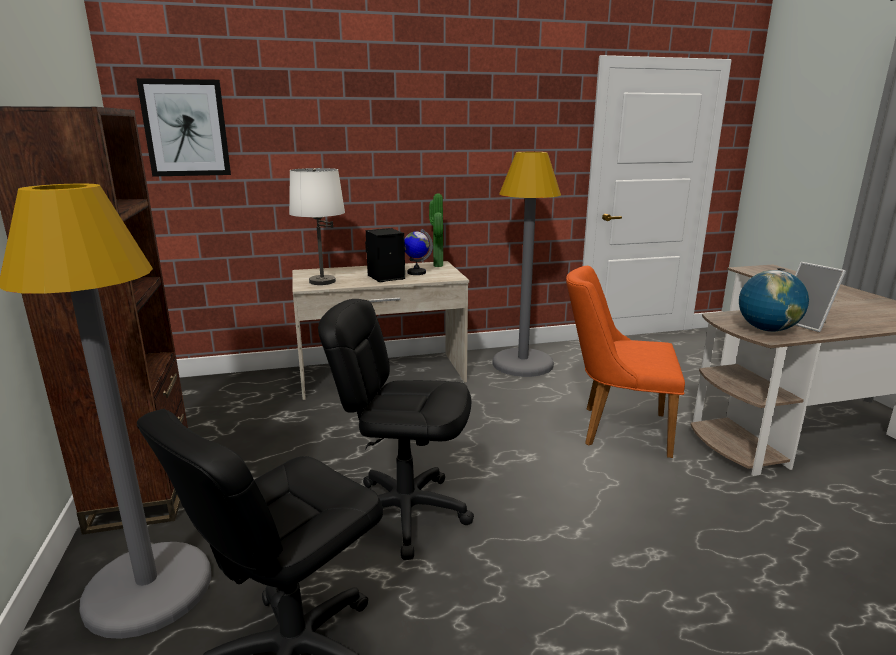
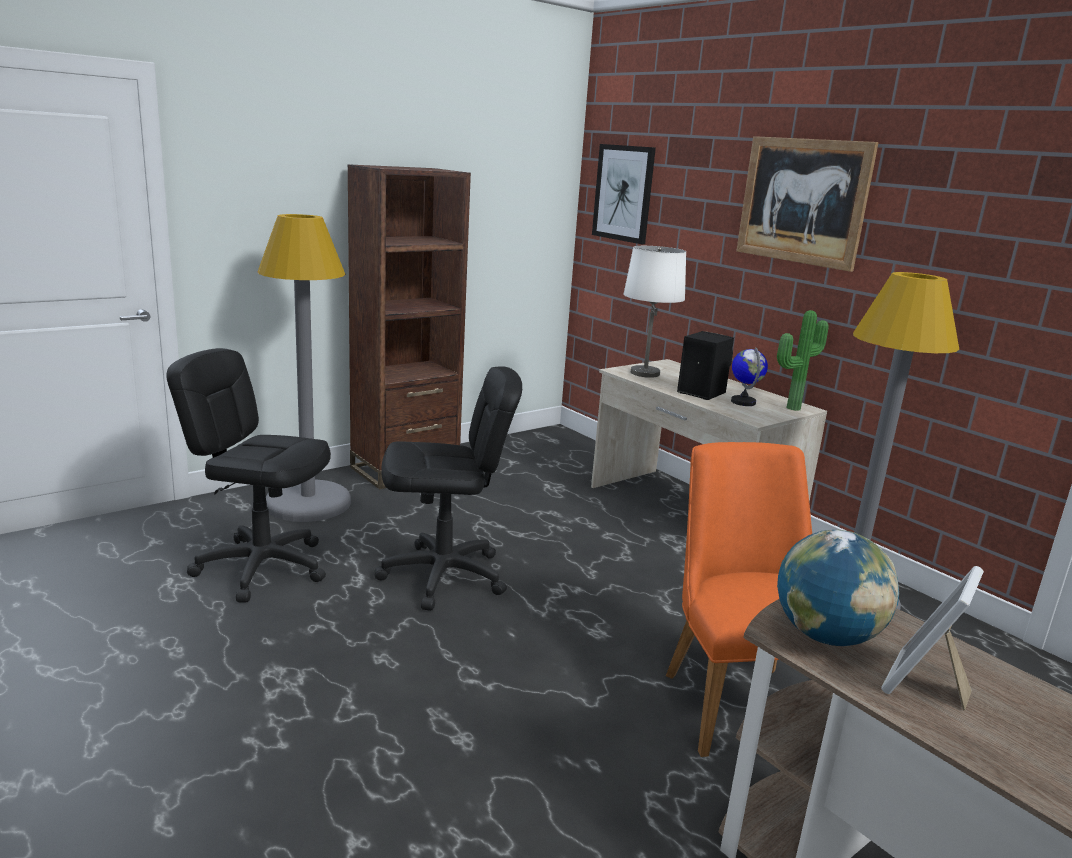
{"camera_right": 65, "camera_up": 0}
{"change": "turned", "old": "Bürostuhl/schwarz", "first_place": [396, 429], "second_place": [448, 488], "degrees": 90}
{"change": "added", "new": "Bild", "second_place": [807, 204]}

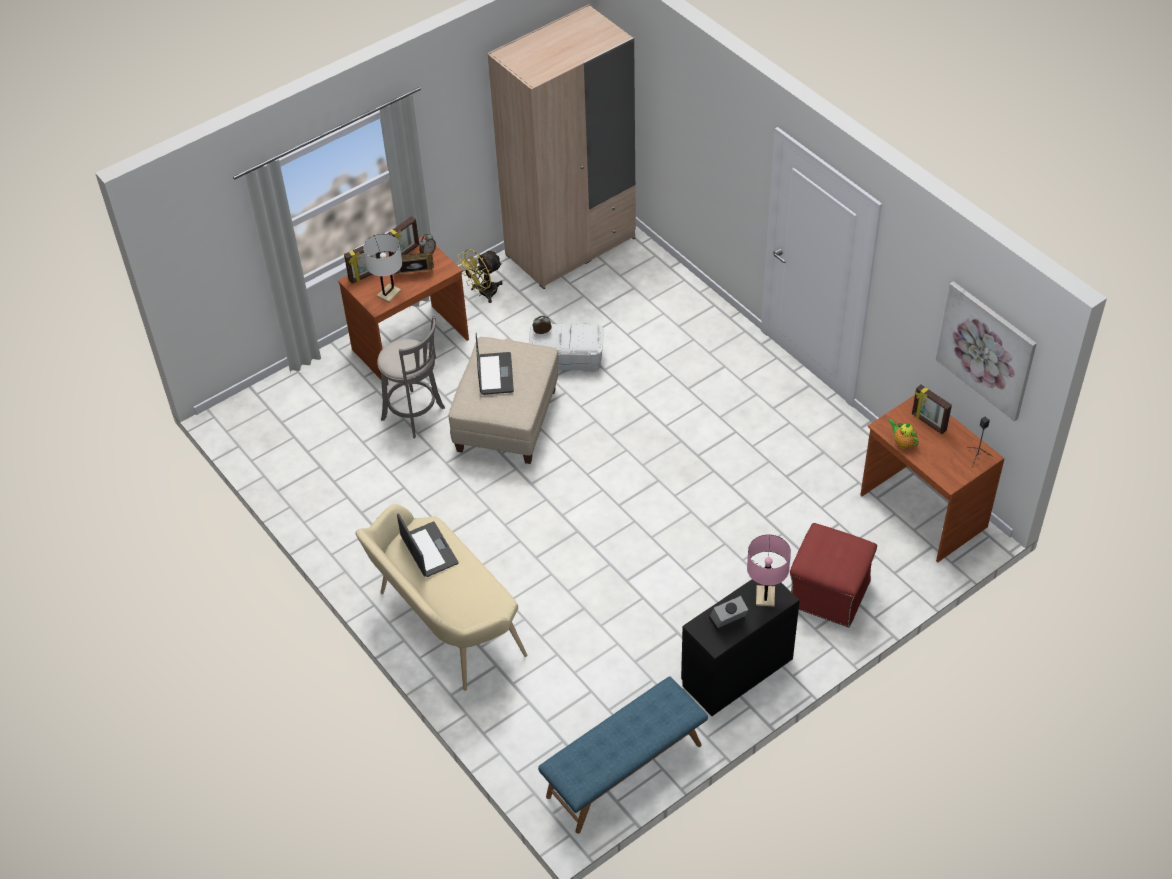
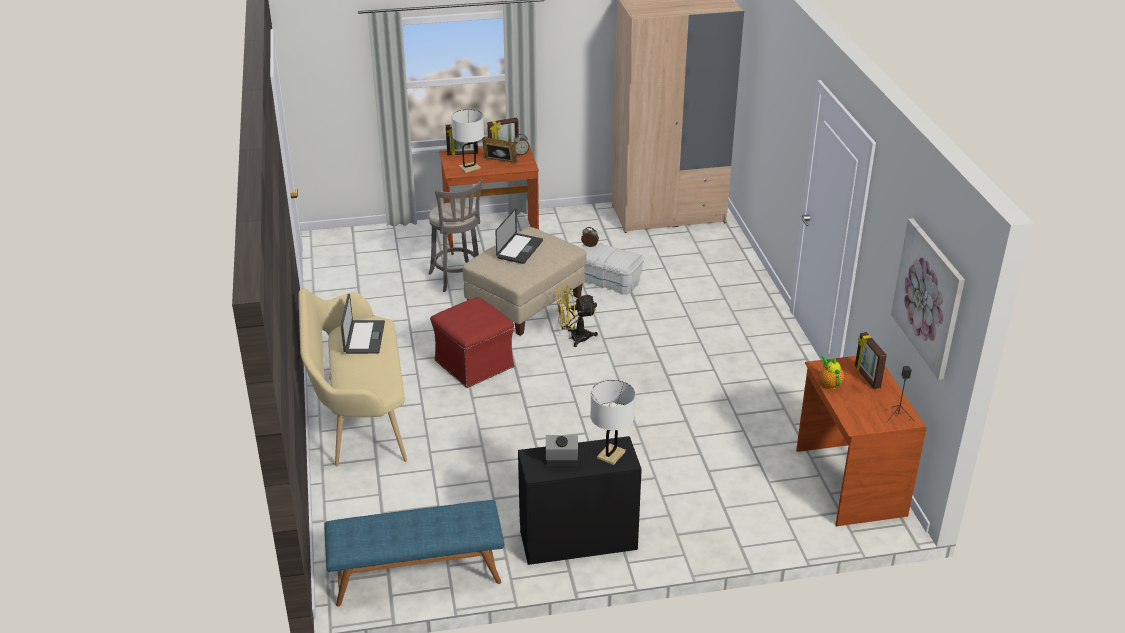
{"camera_right": 25, "camera_up": -15}
{"change": "moved", "old": "Polsterhocker/rot", "first_place": [833, 575], "second_place": [472, 342]}
{"change": "moved", "old": "Ventilator/gelb", "first_place": [480, 276], "second_place": [577, 316]}
{"change": "recoloured", "old": "Tischlampe/rosa", "new": "Tischlampe/weiß", "first_place": [769, 571], "second_place": [612, 422]}

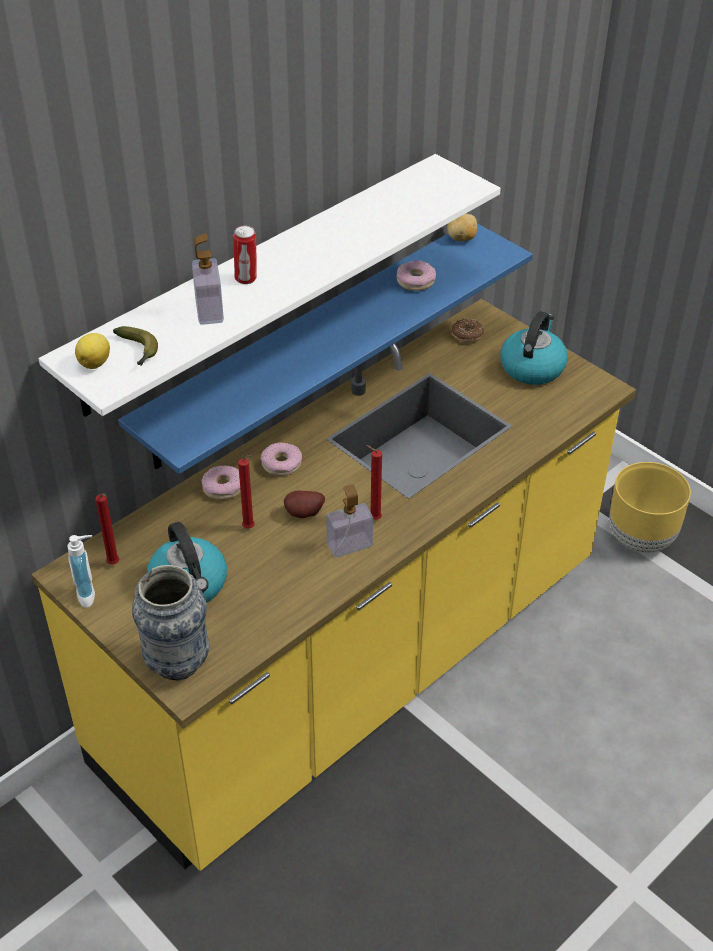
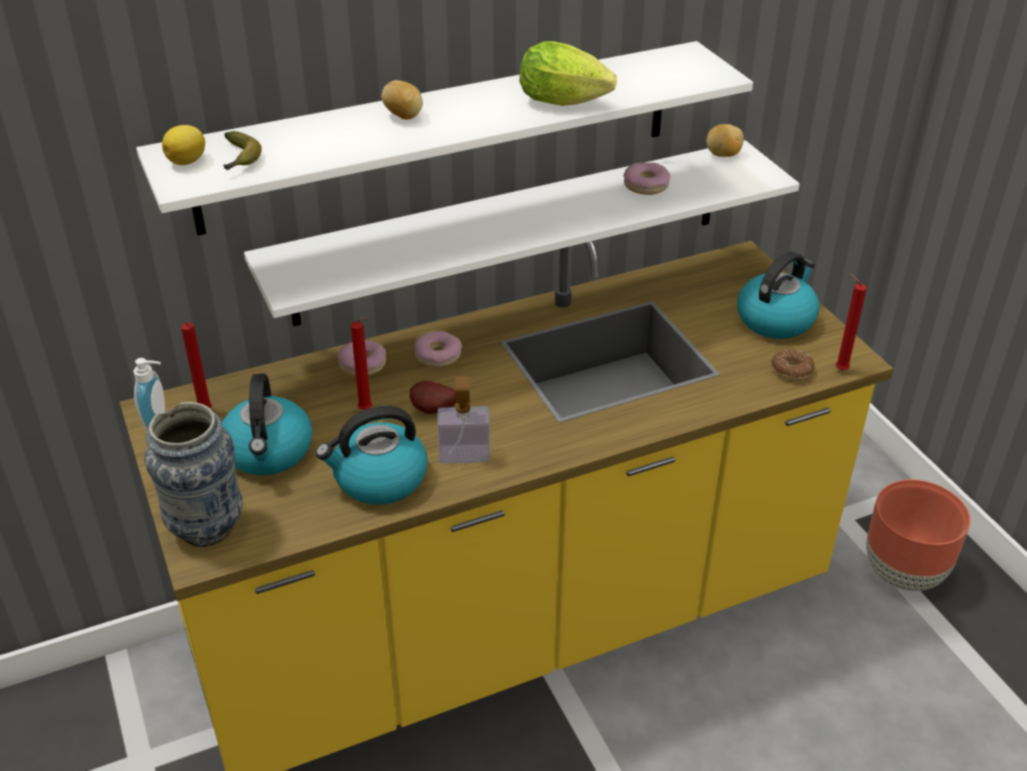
{"camera_right": 20, "camera_up": -5}
{"change": "recoloured", "old": "Wandregal/blau", "new": "Wandregal/weiß", "first_place": [325, 348], "second_place": [522, 233]}
{"change": "added", "new": "Wasserkessel", "second_place": [372, 455]}
{"change": "replaced", "old": "Dose", "new": "Kartoffel", "first_place": [245, 254], "second_place": [402, 100]}
{"change": "added", "new": "Salatkopf", "second_place": [568, 73]}
{"change": "moved", "old": "Donut", "first_place": [468, 330], "second_place": [793, 364]}
{"change": "moved", "old": "Kerze/rot", "first_place": [374, 482], "second_place": [851, 322]}
{"change": "recoloured", "old": "Pflanzkübel/gelb", "new": "Pflanzkübel/braun", "first_place": [650, 507], "second_place": [918, 535]}
{"change": "removed", "old": "Seifenspender", "first_place": [208, 279]}

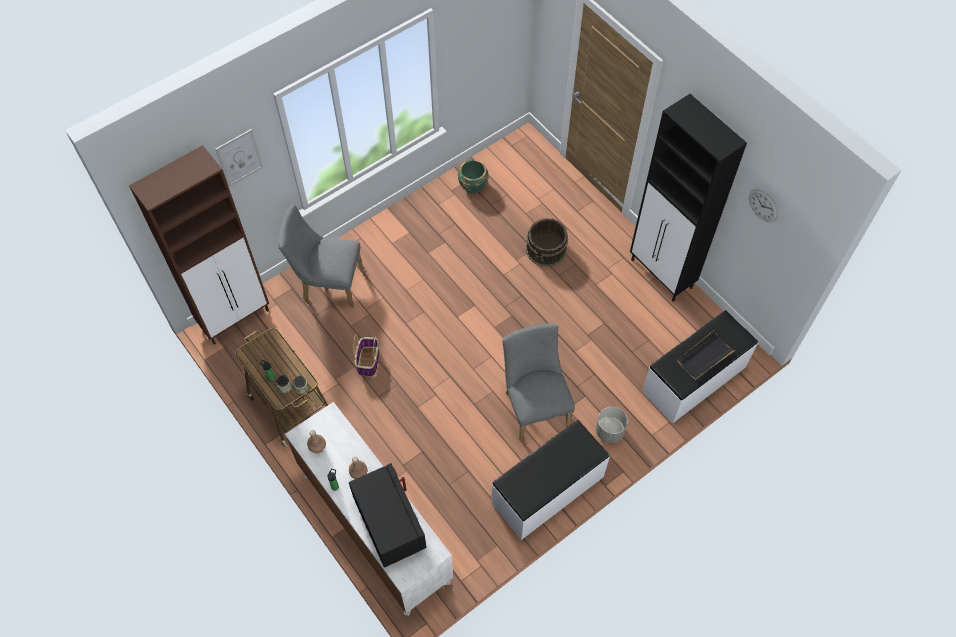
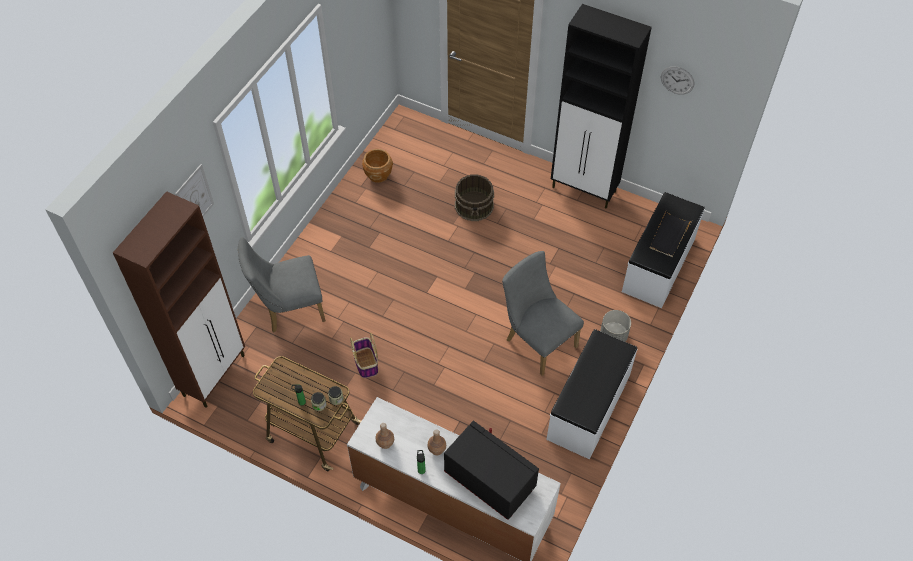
{"camera_right": -25, "camera_up": -5}
{"change": "recoloured", "old": "Pflanzkübel/grün", "new": "Pflanzkübel/braun", "first_place": [473, 176], "second_place": [377, 166]}

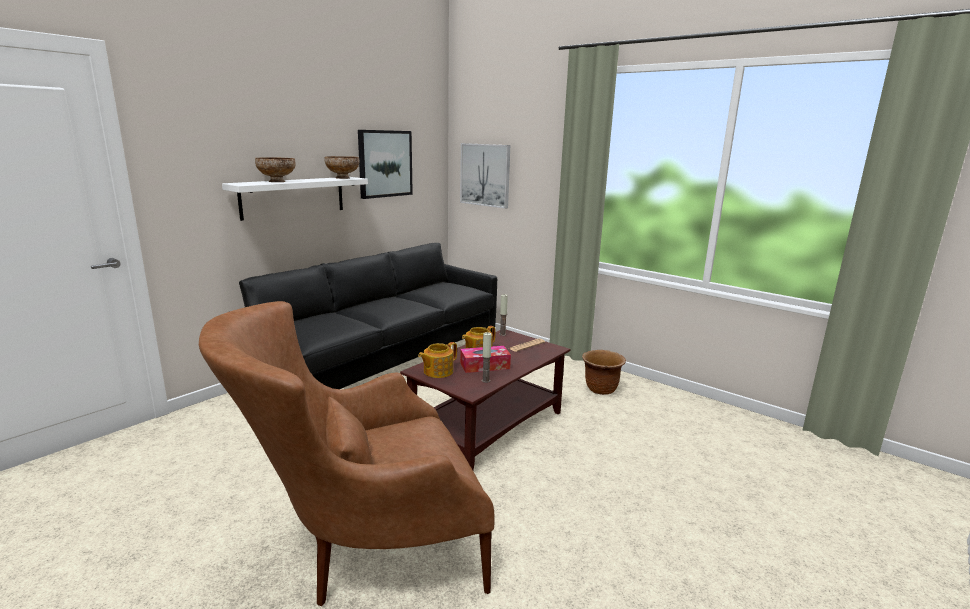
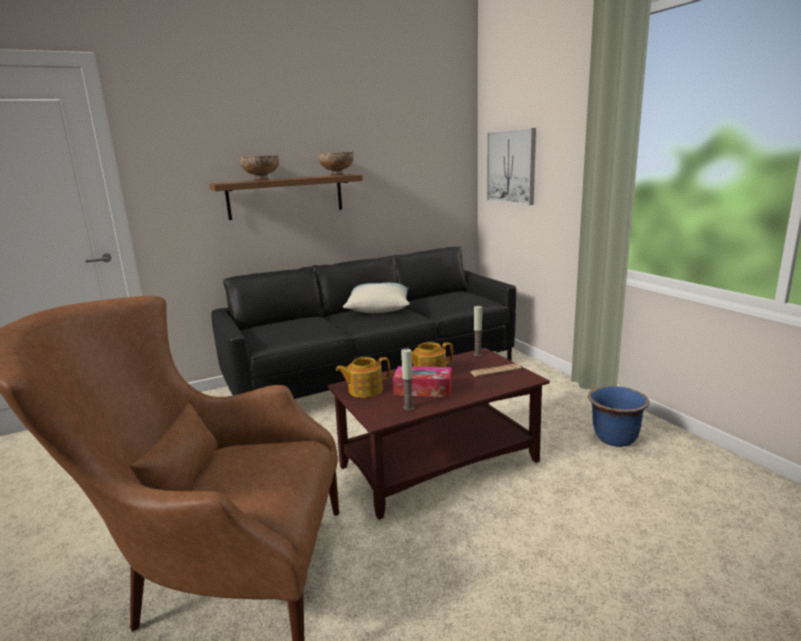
{"camera_right": 25, "camera_up": 0}
{"change": "recoloured", "old": "Wandregal/weiß", "new": "Wandregal/braun", "first_place": [295, 199], "second_place": [286, 197]}
{"change": "added", "new": "Kissen", "second_place": [376, 298]}
{"change": "recoloured", "old": "Pflanzkübel/braun", "new": "Pflanzkübel/blau", "first_place": [604, 372], "second_place": [619, 416]}
{"change": "removed", "old": "Bild", "first_place": [385, 164]}

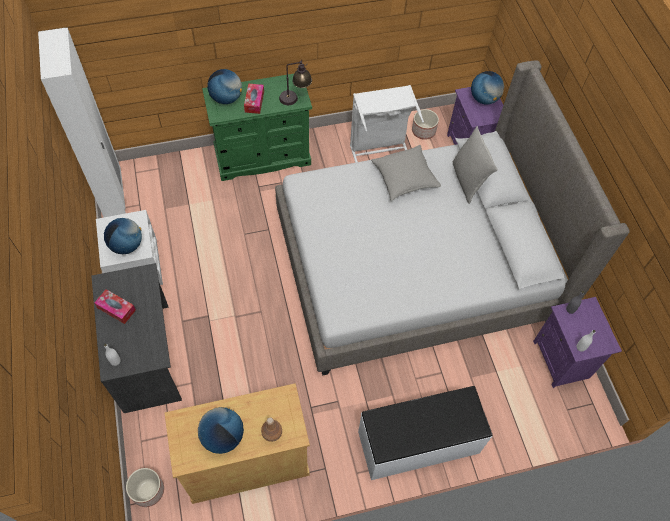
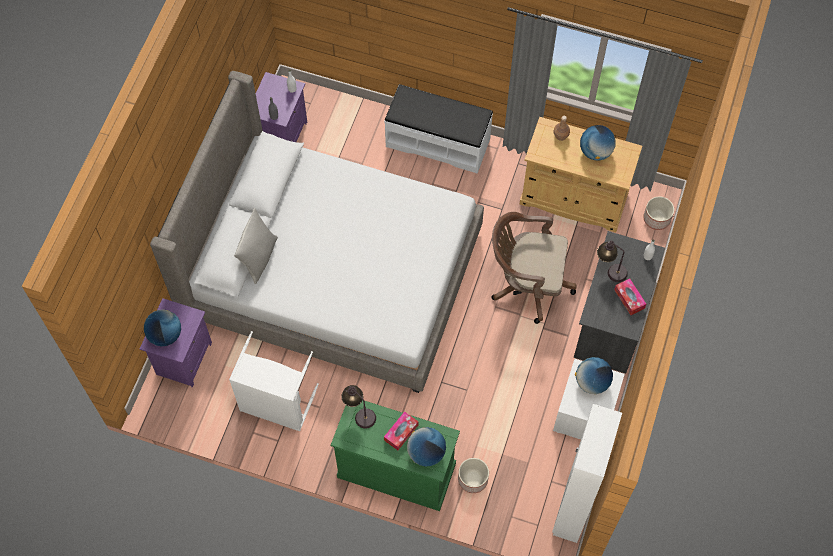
{"camera_right": -145, "camera_up": 5}
{"change": "moved", "old": "Pflanzkübel", "first_place": [425, 124], "second_place": [473, 475]}
{"change": "added", "new": "Bürostuhl/braun", "second_place": [534, 268]}
{"change": "added", "new": "Tischlampe", "second_place": [612, 261]}
{"change": "removed", "old": "Kissen/grau", "first_place": [406, 173]}

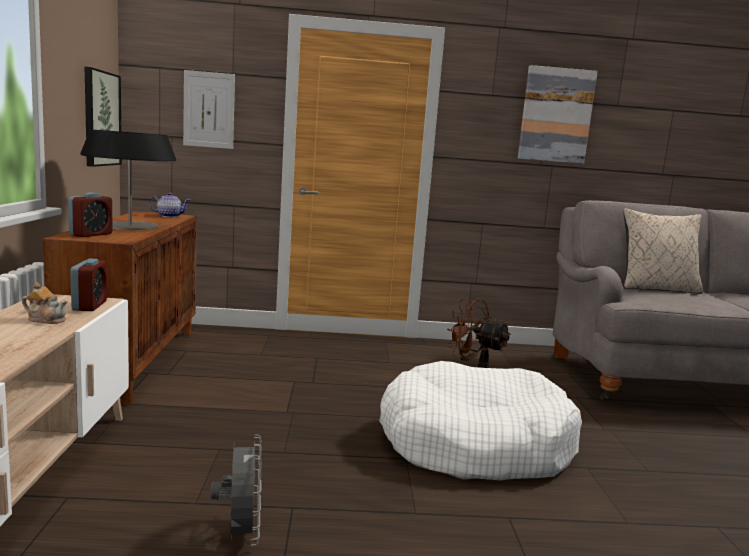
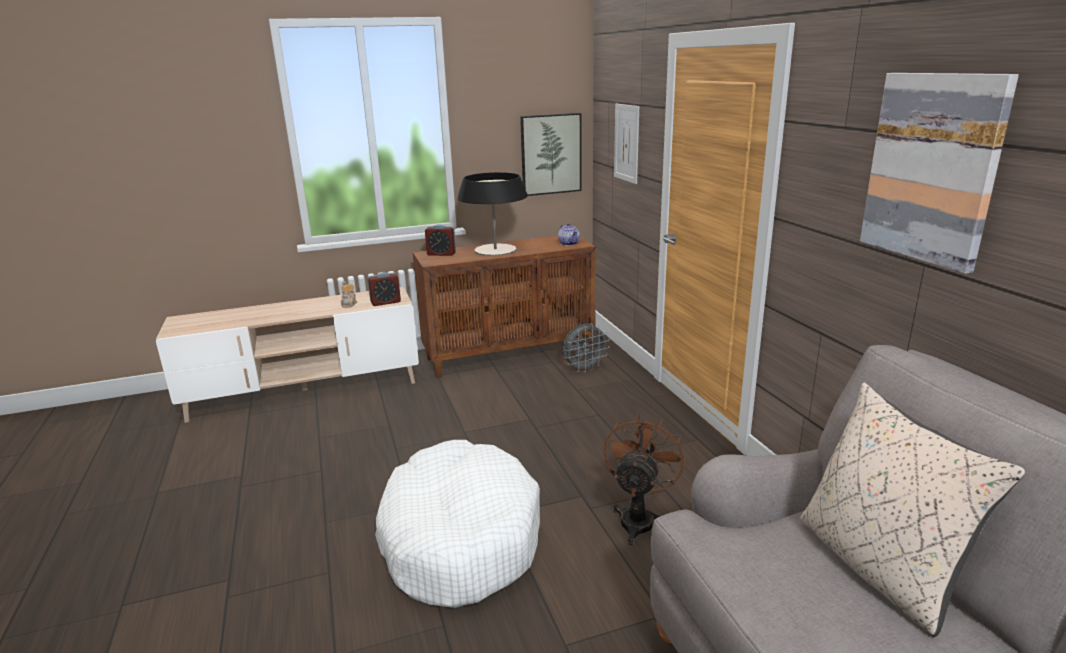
{"camera_right": 75, "camera_up": 10}
{"change": "moved", "old": "Ventilator/grau", "first_place": [236, 490], "second_place": [586, 347]}

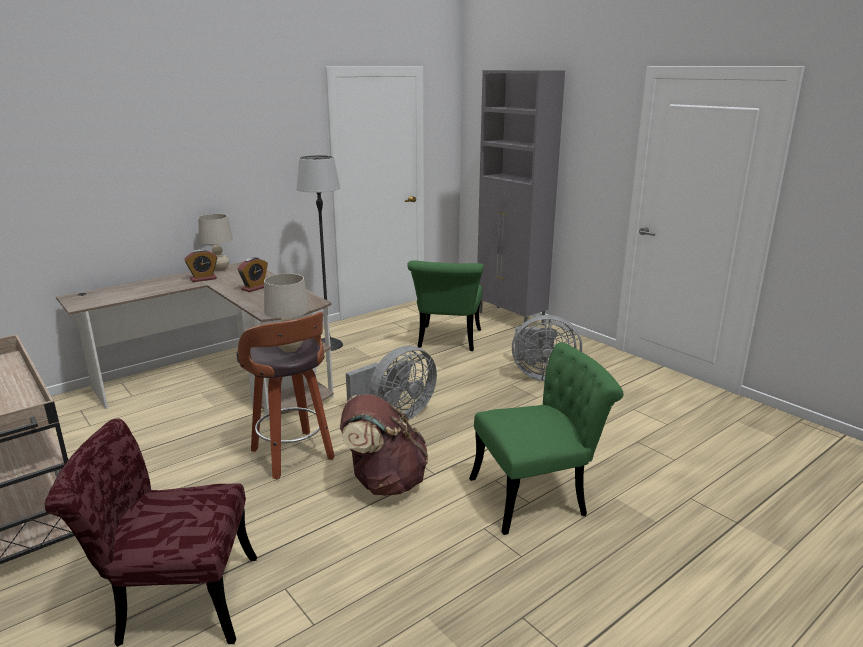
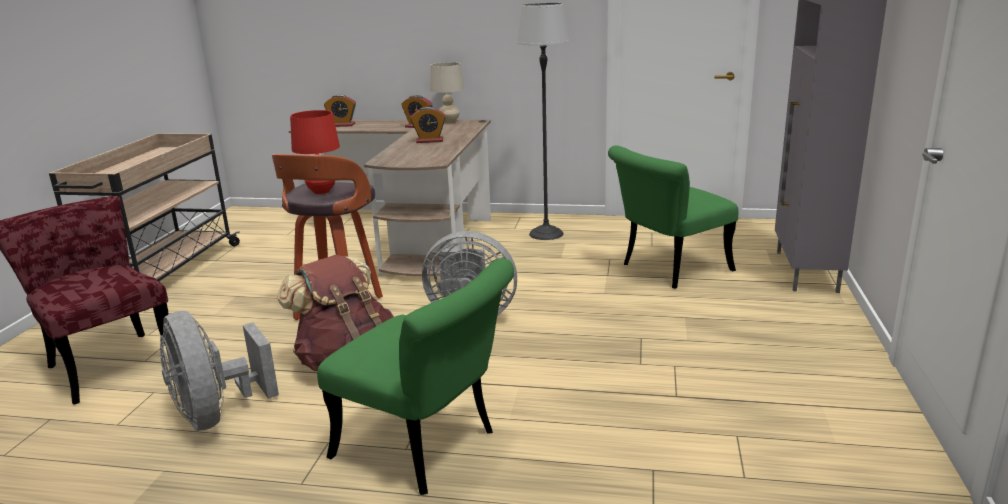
{"camera_right": 50, "camera_up": 0}
{"change": "moved", "old": "Ventilator/grau", "first_place": [547, 348], "second_place": [219, 371]}
{"change": "recoloured", "old": "Tischlampe/beige", "new": "Tischlampe/rot", "first_place": [286, 313], "second_place": [315, 152]}
{"change": "added", "new": "Wecker", "second_place": [340, 110]}

